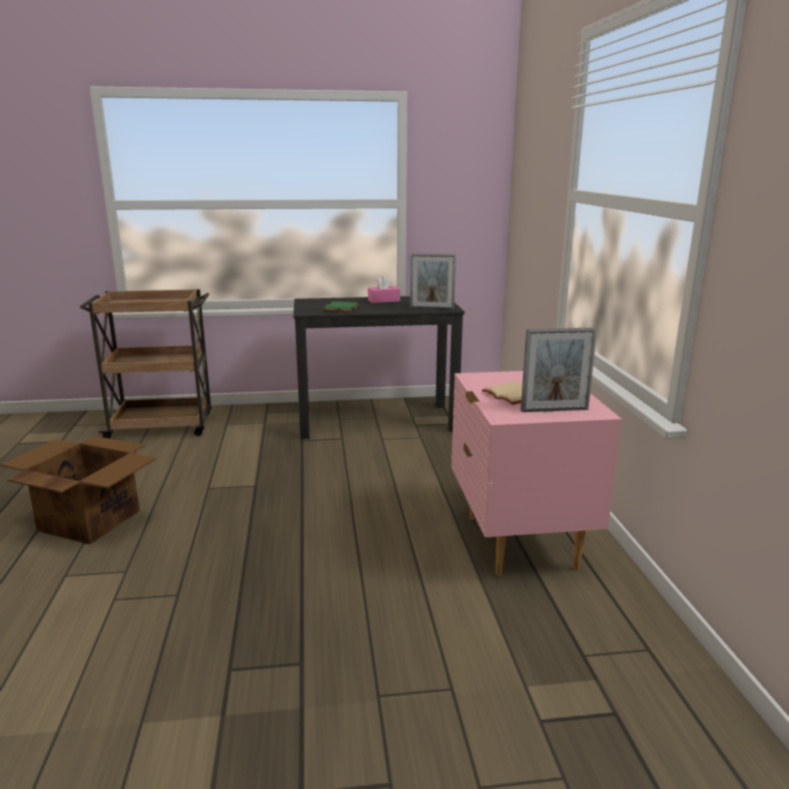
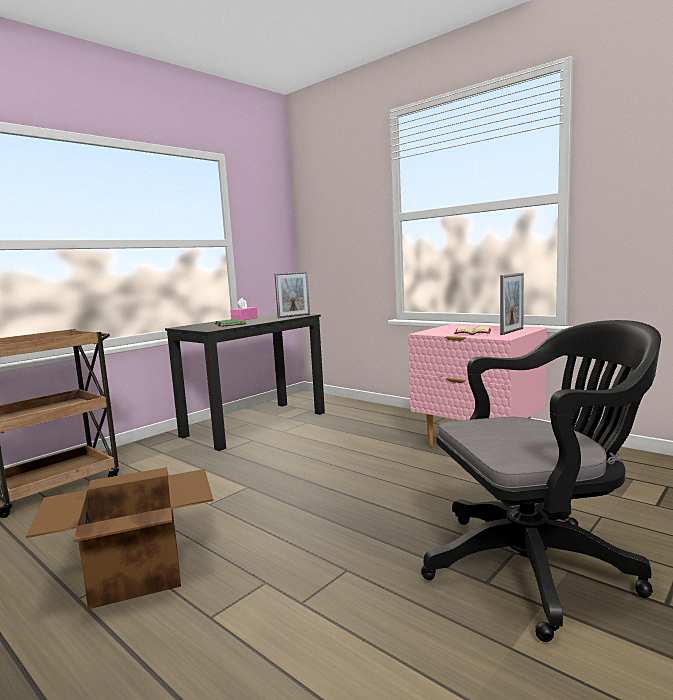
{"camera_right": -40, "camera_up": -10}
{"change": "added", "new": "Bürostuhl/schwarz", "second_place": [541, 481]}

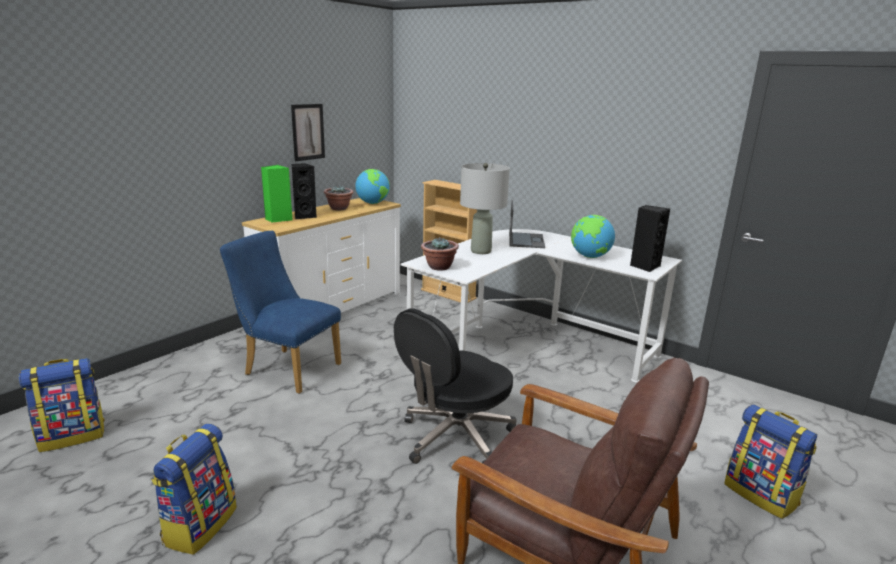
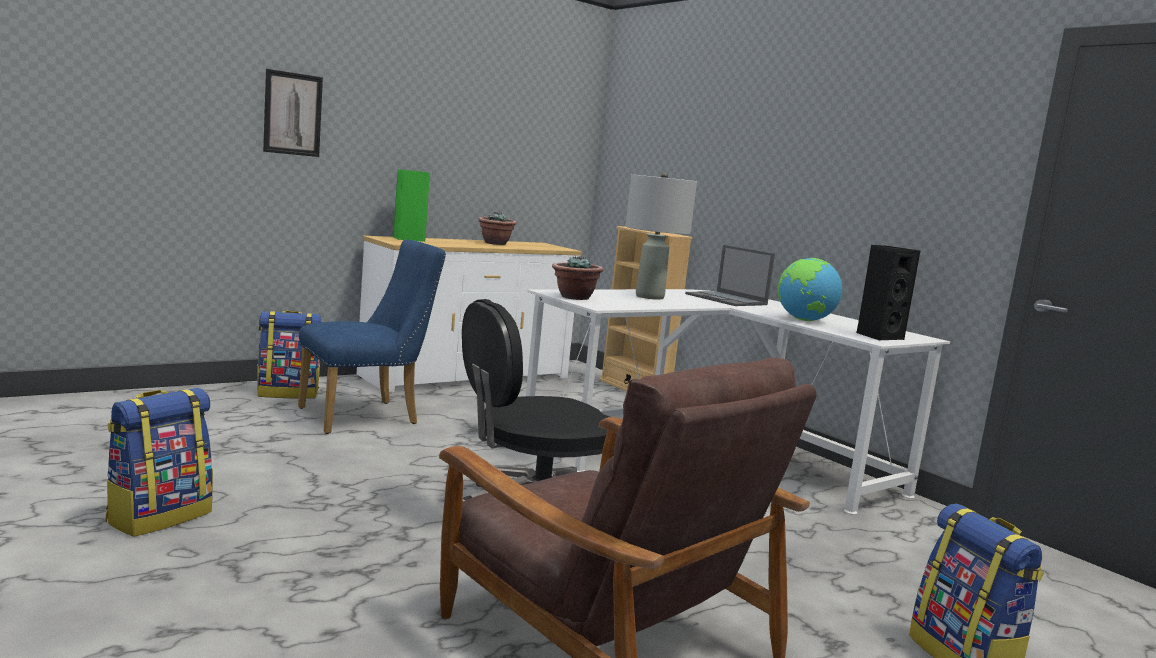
{"camera_right": 15, "camera_up": -10}
{"change": "moved", "old": "Rucksack", "first_place": [61, 405], "second_place": [289, 355]}
{"change": "moved", "old": "Bild", "first_place": [308, 132], "second_place": [293, 113]}
{"change": "turned", "old": "Stuhl/blau", "first_place": [280, 312], "second_place": [372, 336], "degrees": 105}
{"change": "turned", "old": "Laptop", "first_place": [527, 224], "second_place": [730, 275], "degrees": 120}
{"change": "removed", "old": "Lautsprecher/schwarz", "first_place": [304, 191]}
{"change": "removed", "old": "Globus", "first_place": [372, 186]}

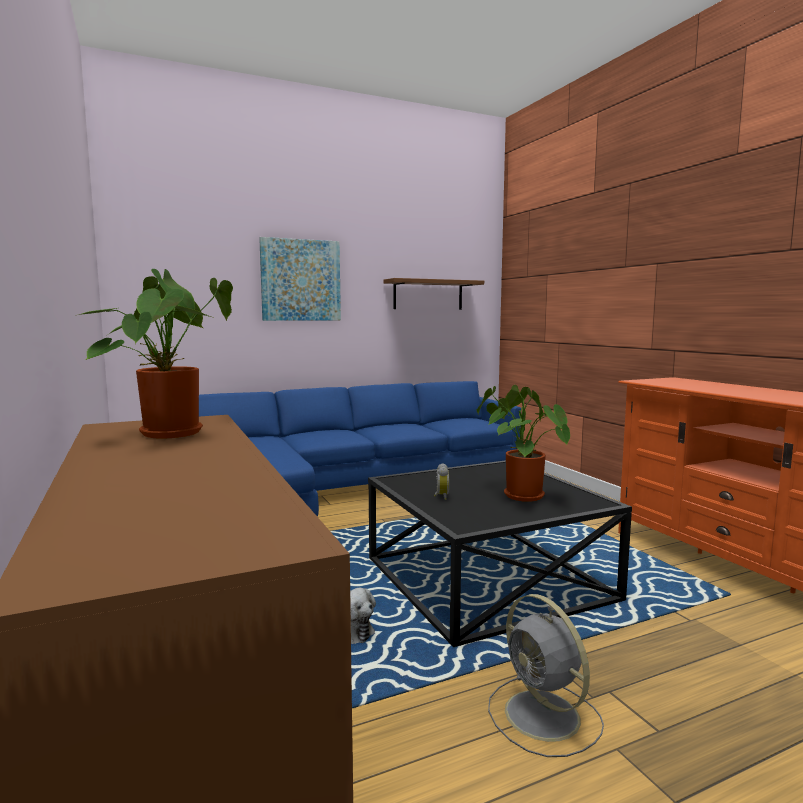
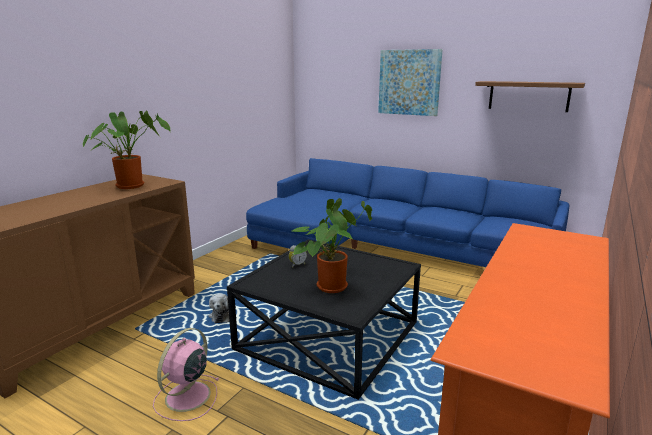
{"camera_right": 55, "camera_up": 10}
{"change": "recoloured", "old": "Ventilator/grau", "new": "Ventilator/rosa", "first_place": [546, 675], "second_place": [186, 374]}

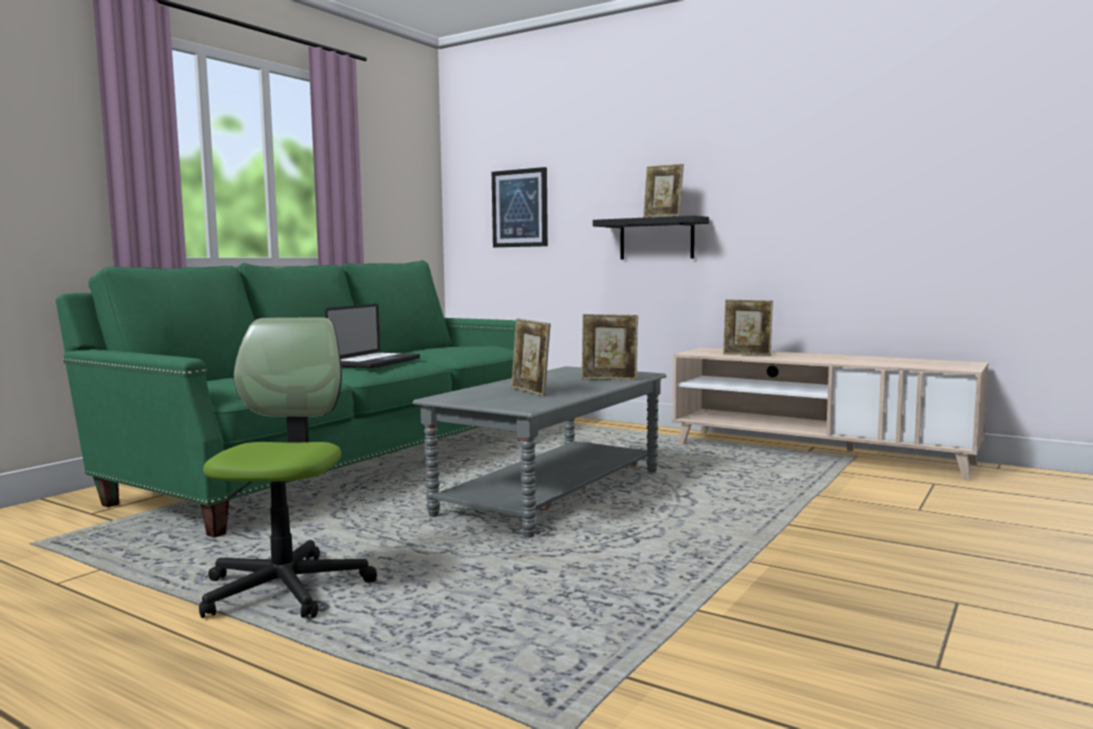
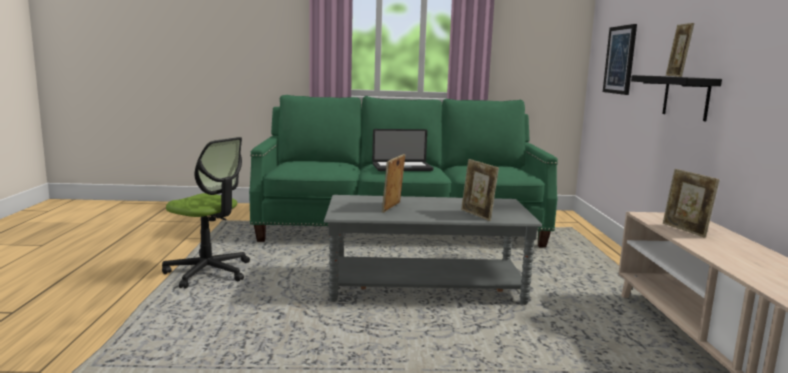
{"camera_right": 55, "camera_up": 5}
{"change": "turned", "old": "Bürostuhl", "first_place": [288, 467], "second_place": [206, 213], "degrees": 60}

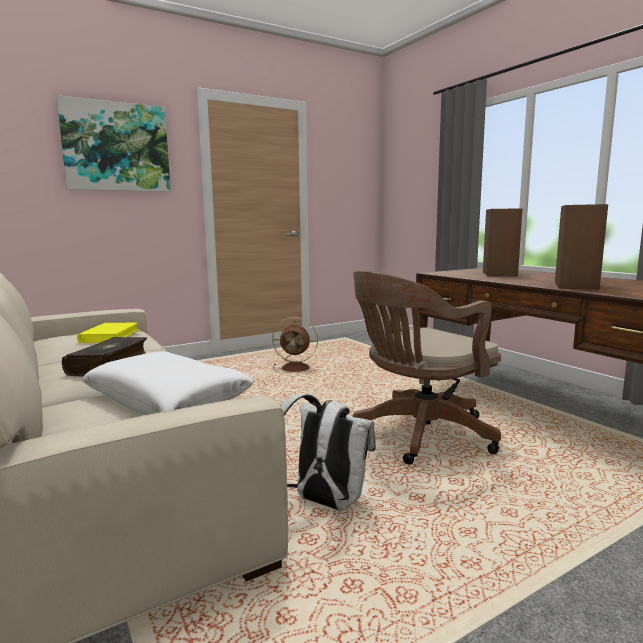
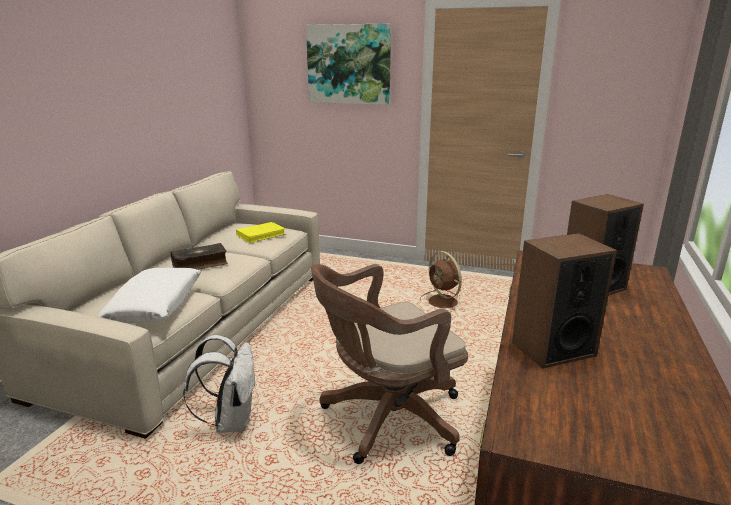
{"camera_right": 50, "camera_up": 10}
{"change": "turned", "old": "Bürostuhl/braun", "first_place": [426, 367], "second_place": [389, 364], "degrees": -45}

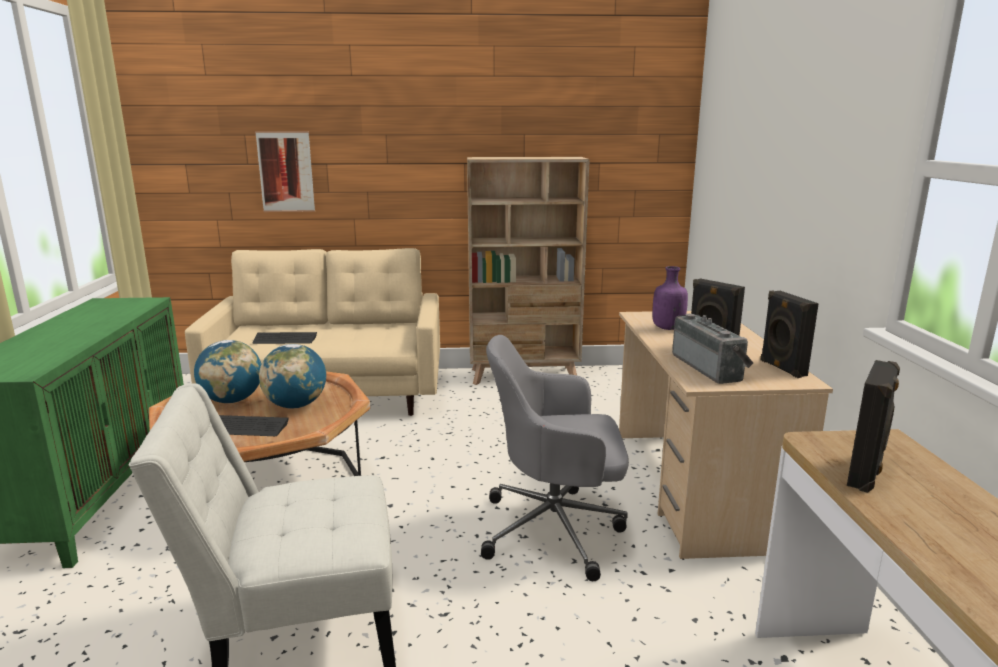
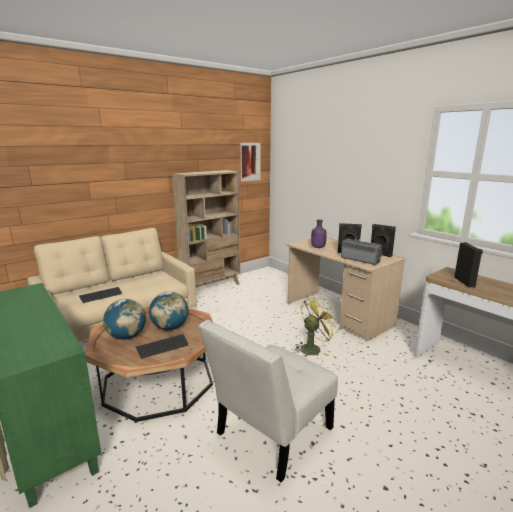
{"camera_right": -35, "camera_up": 0}
{"change": "moved", "old": "Bild", "first_place": [285, 171], "second_place": [250, 162]}
{"change": "replaced", "old": "Bürostuhl/grau", "new": "Ventilator/gelb", "first_place": [555, 458], "second_place": [316, 326]}

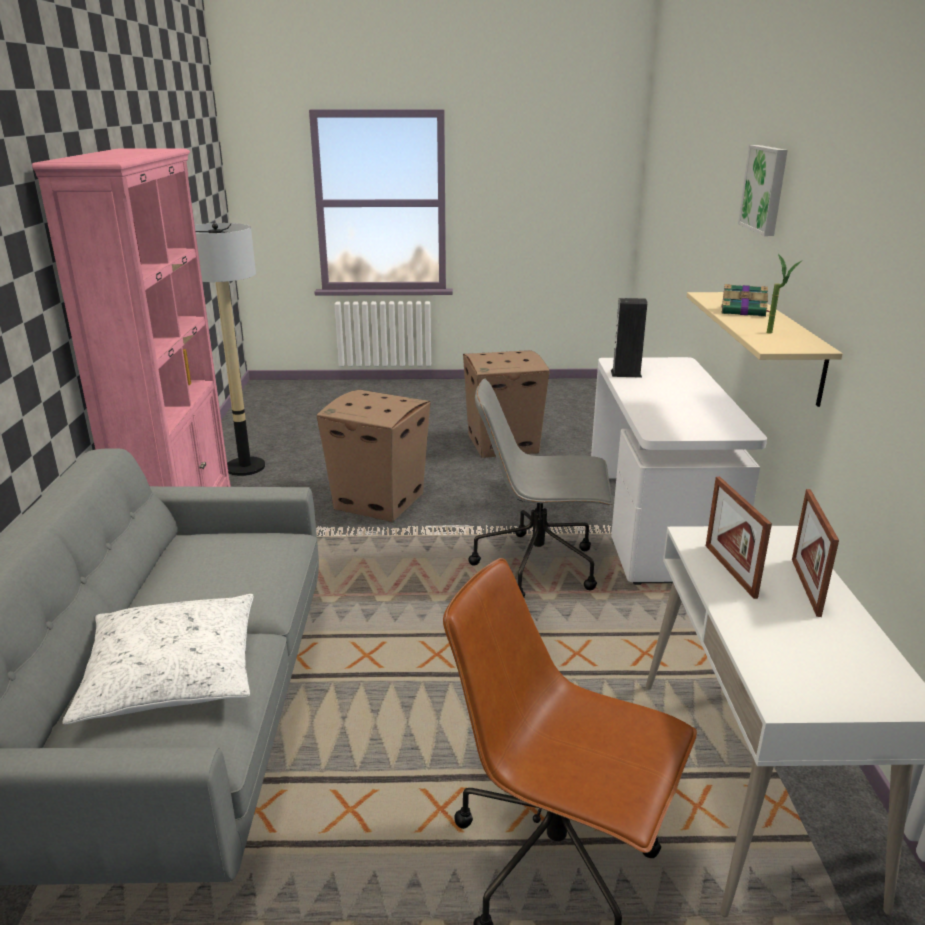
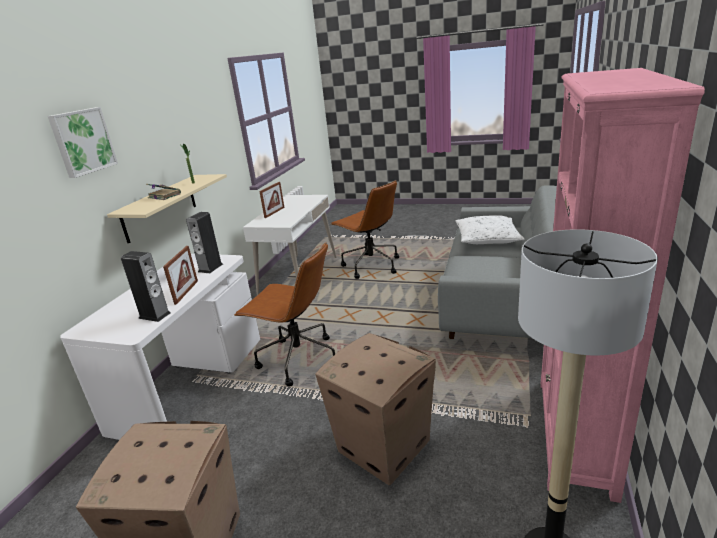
{"camera_right": -160, "camera_up": 0}
{"change": "moved", "old": "Bilderrahmen", "first_place": [739, 538], "second_place": [180, 275]}
{"change": "added", "new": "Lautsprecher", "second_place": [204, 242]}
{"change": "recoloured", "old": "Bürostuhl/grau", "new": "Bürostuhl/braun", "first_place": [540, 488], "second_place": [284, 315]}

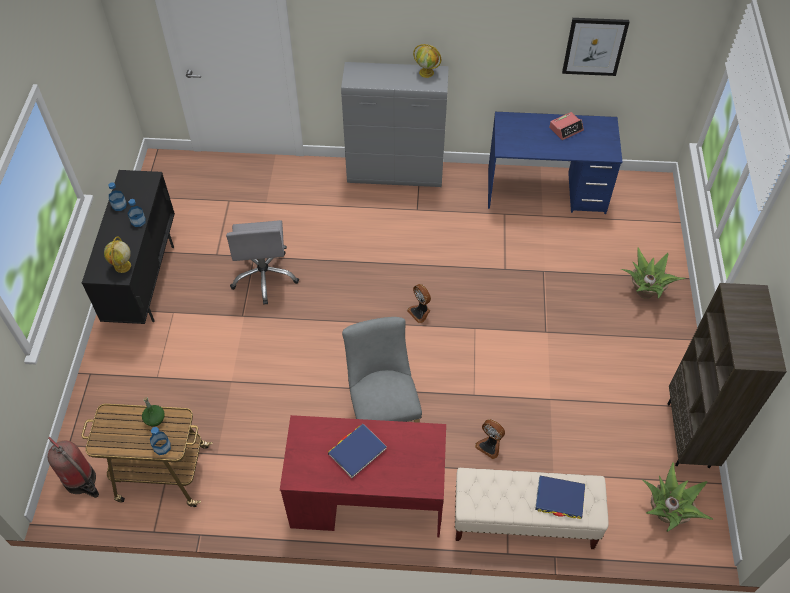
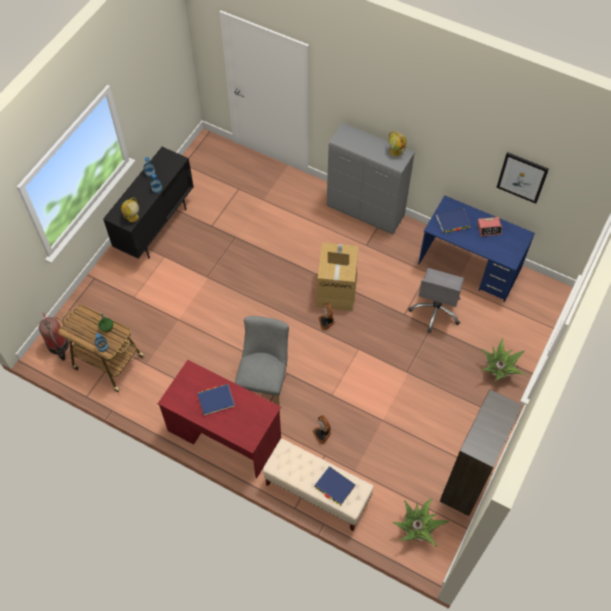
{"camera_right": 25, "camera_up": 5}
{"change": "added", "new": "Karton", "second_place": [338, 277]}
{"change": "moved", "old": "Bürostuhl/grau", "first_place": [262, 262], "second_place": [436, 300]}
{"change": "added", "new": "Buch/blau", "second_place": [453, 220]}

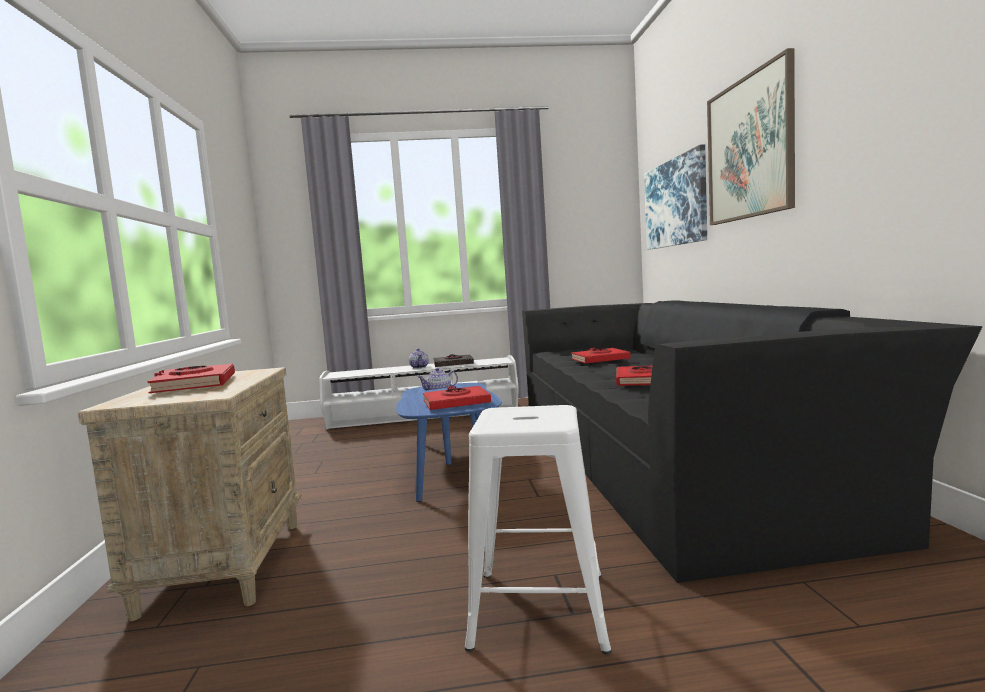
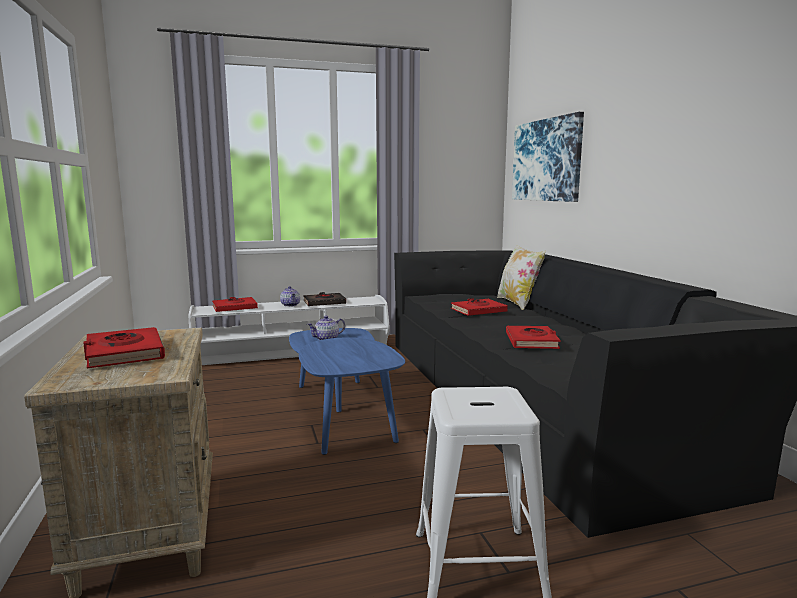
{"camera_right": -10, "camera_up": 5}
{"change": "moved", "old": "Buch/rot", "first_place": [457, 398], "second_place": [235, 304]}
{"change": "added", "new": "Kissen", "second_place": [521, 277]}
{"change": "removed", "old": "Bild", "first_place": [751, 136]}

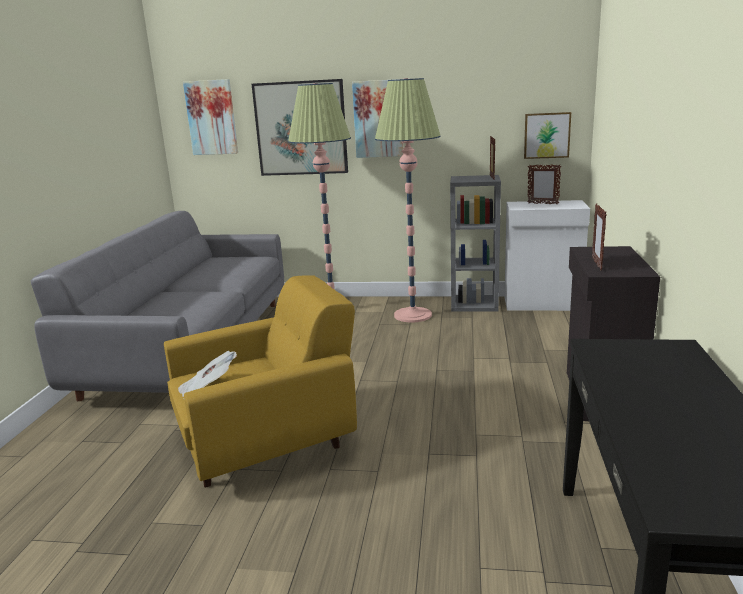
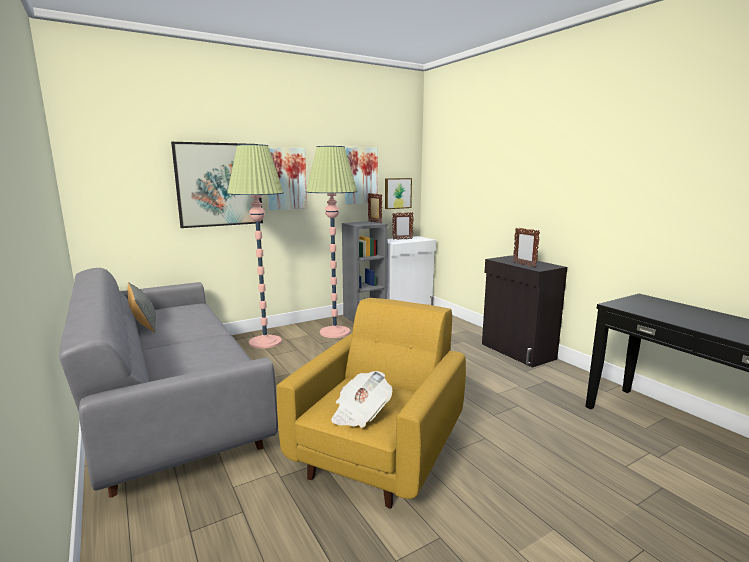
{"camera_right": -40, "camera_up": -5}
{"change": "added", "new": "Kissen/grau", "second_place": [142, 307]}
{"change": "moved", "old": "Bild", "first_place": [210, 117], "second_place": [361, 175]}

